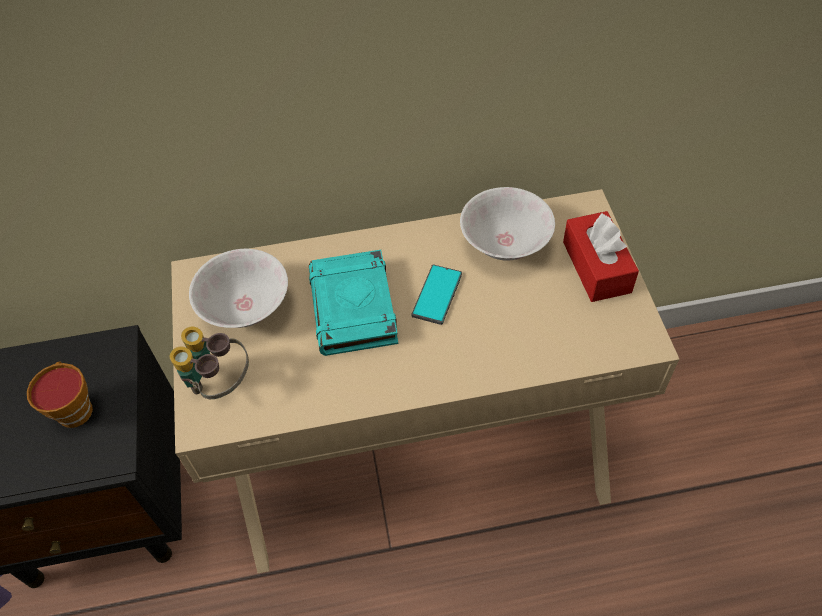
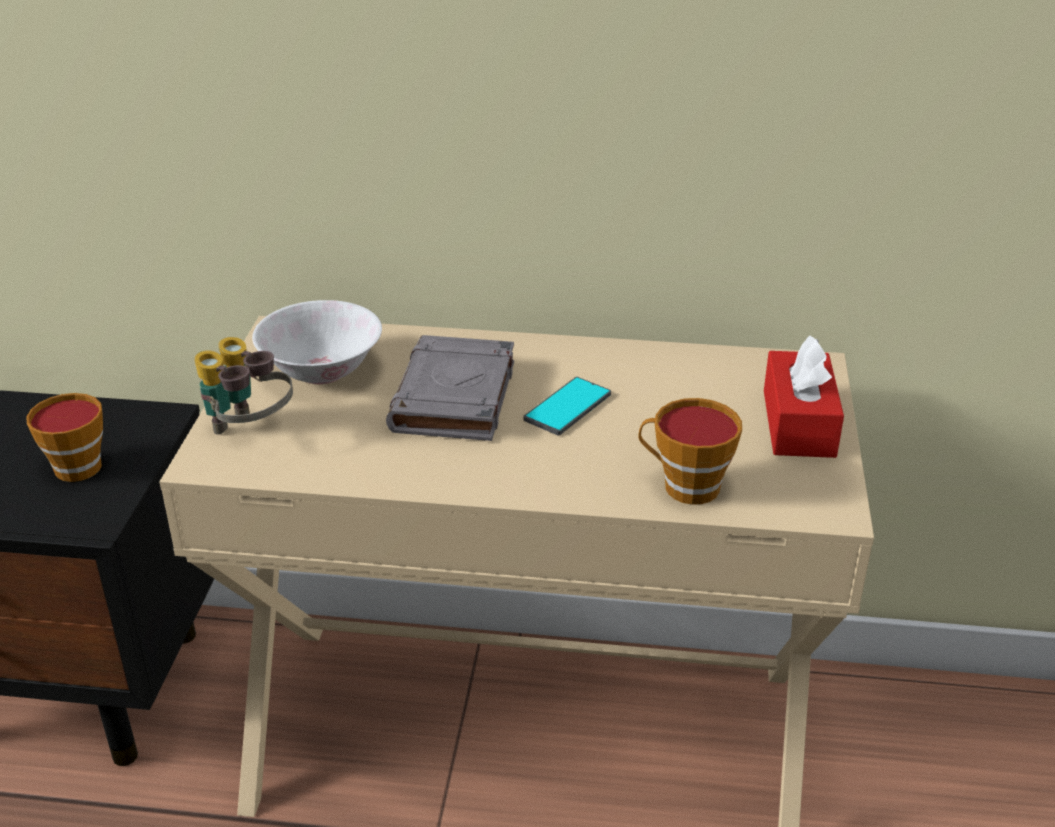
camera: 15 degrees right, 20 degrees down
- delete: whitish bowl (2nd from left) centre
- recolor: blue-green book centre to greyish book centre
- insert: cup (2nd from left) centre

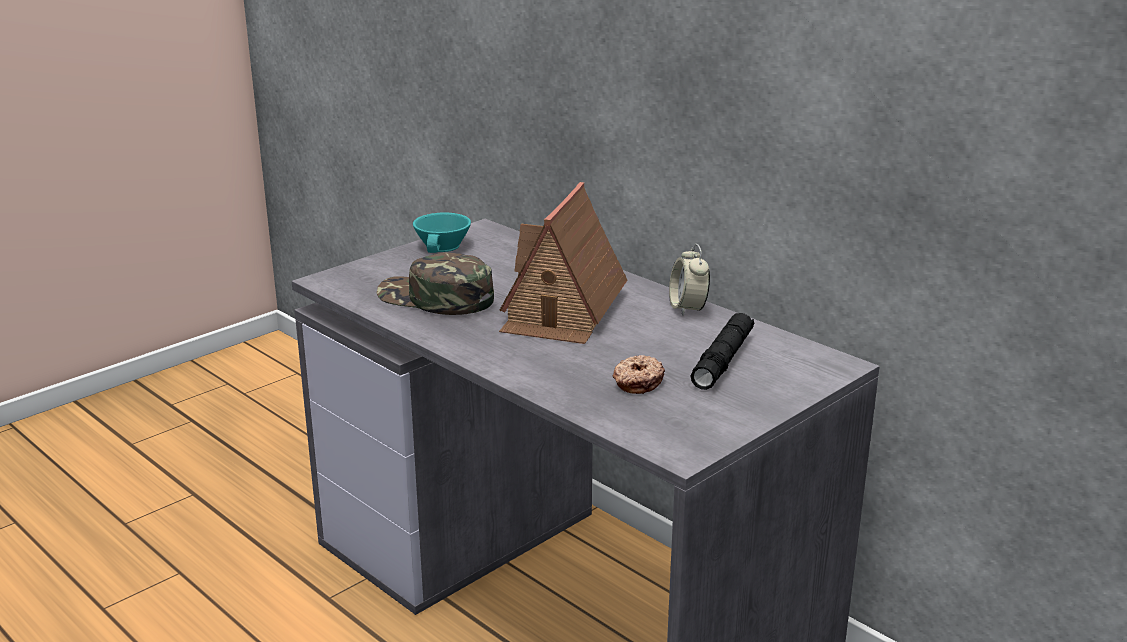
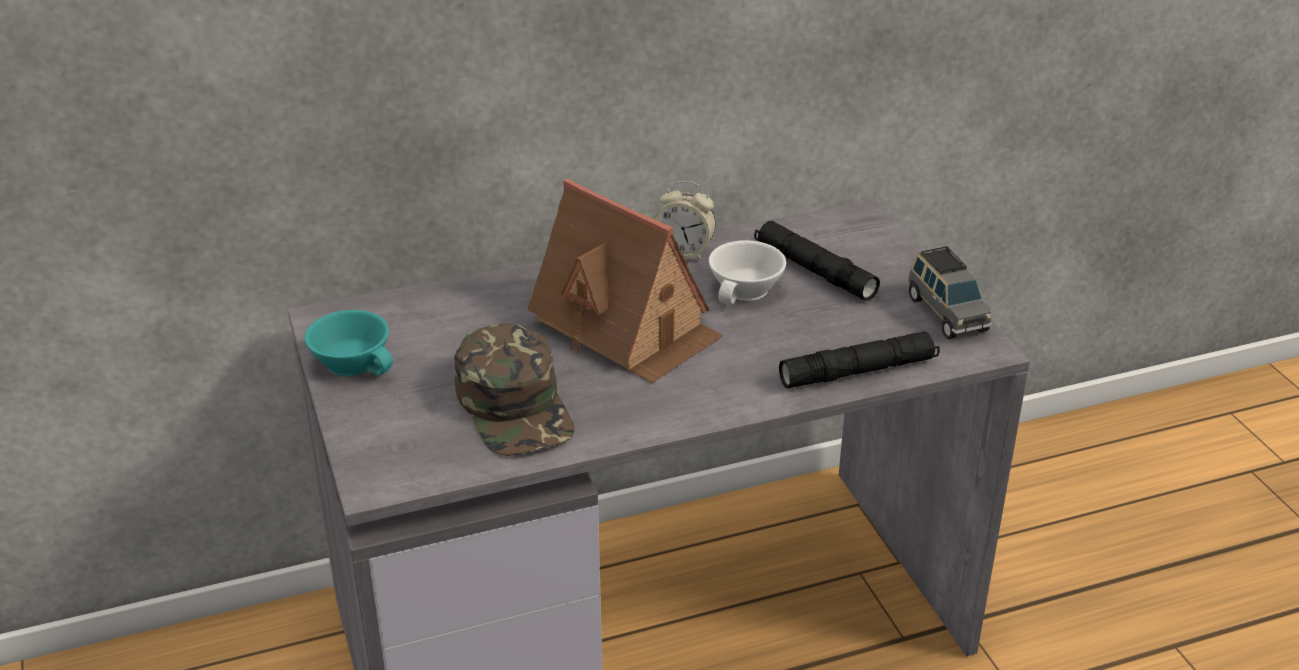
camera: 65 degrees left, 10 degrees up
- rotate: green-coloured peaked cap centre = centre 75 degrees counterclockwise
- delete: donut centre
- insert: whitish cup centre
- insert: greyish model car middle right
- insert: black-coloured torch (2nd from left) centre

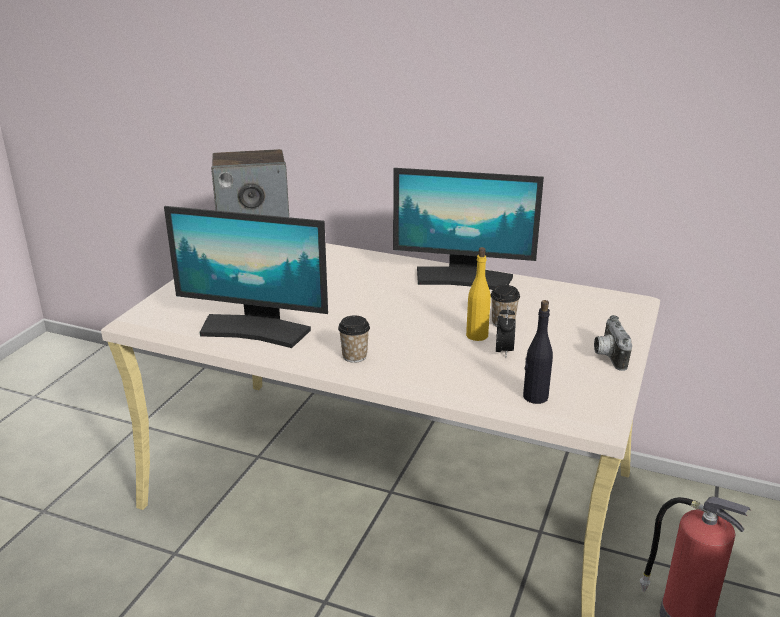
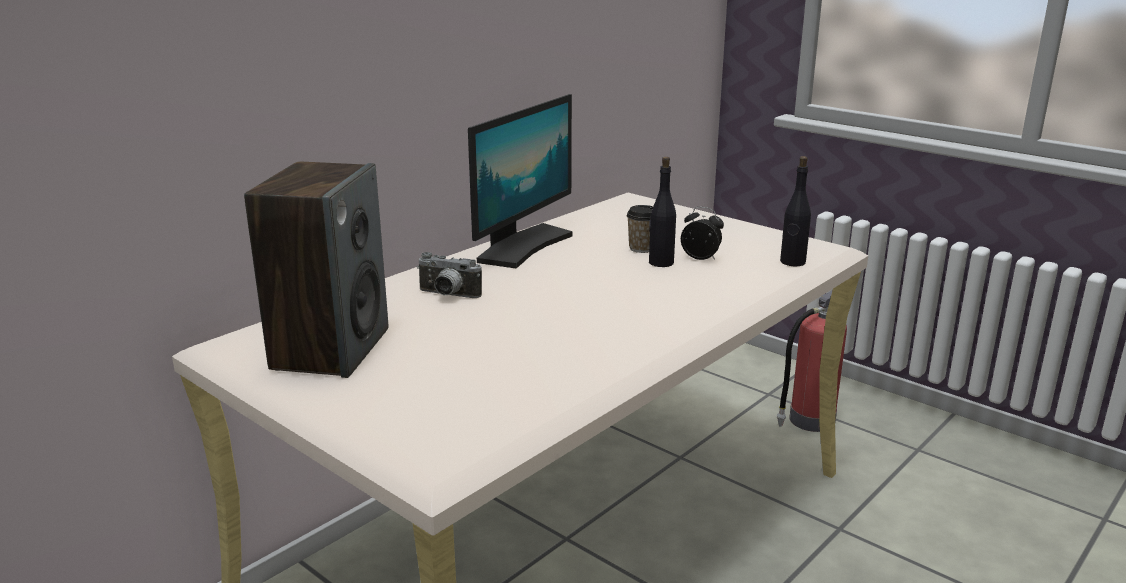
camera: 70 degrees left, 5 degrees down
- delete: monitor (1st from left) middle left
- recolor: yellowish beverage bottle centre to black-coloured beverage bottle (1st from left) centre
- move: photo camera middle right to centre
- delete: cup (1st from left) centre

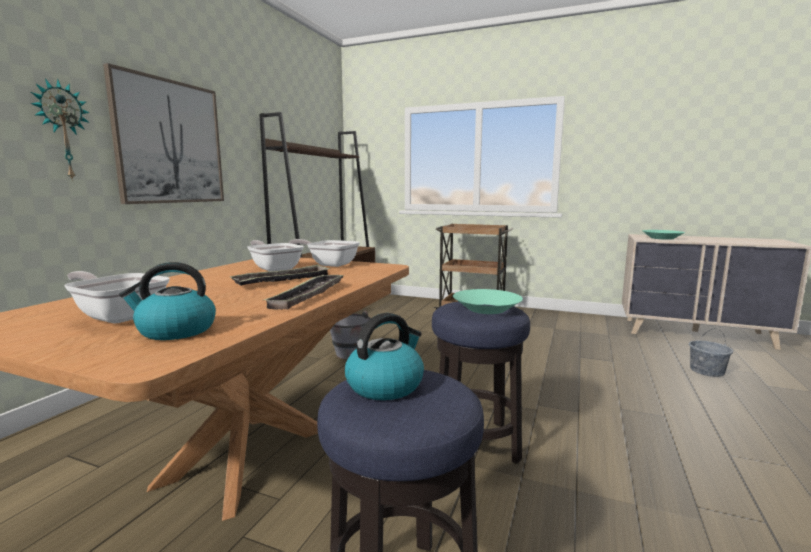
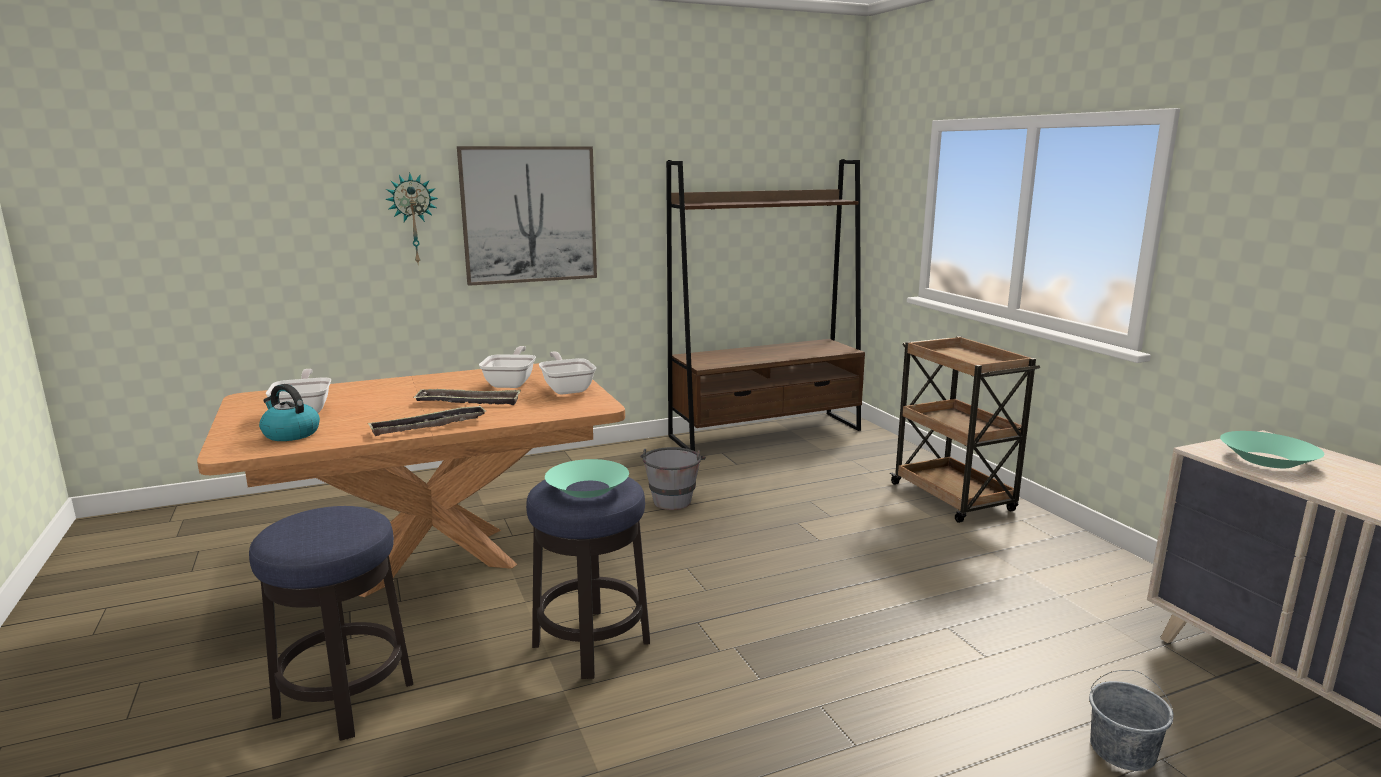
camera: 45 degrees right, 5 degrees up
- delete: tea kettle (2nd from left) centre

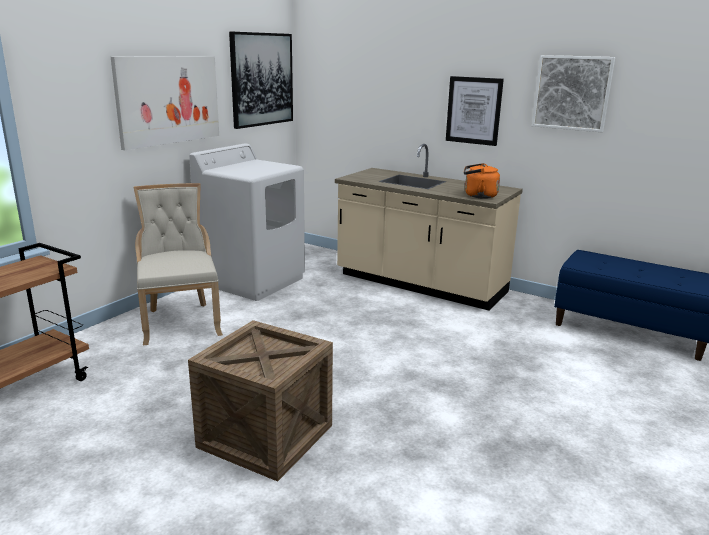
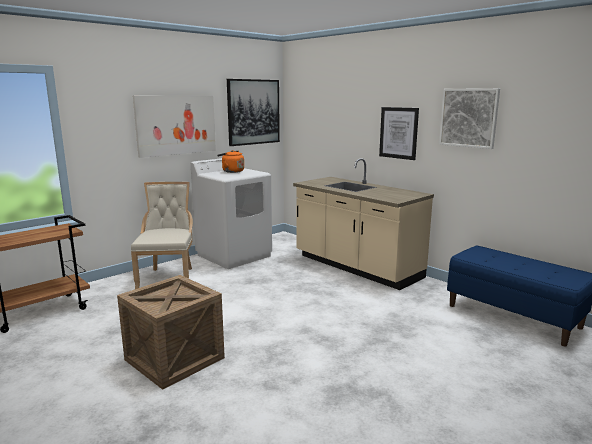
camera: 15 degrees right, 5 degrees down
- move: orangey tea kettle middle right to centre

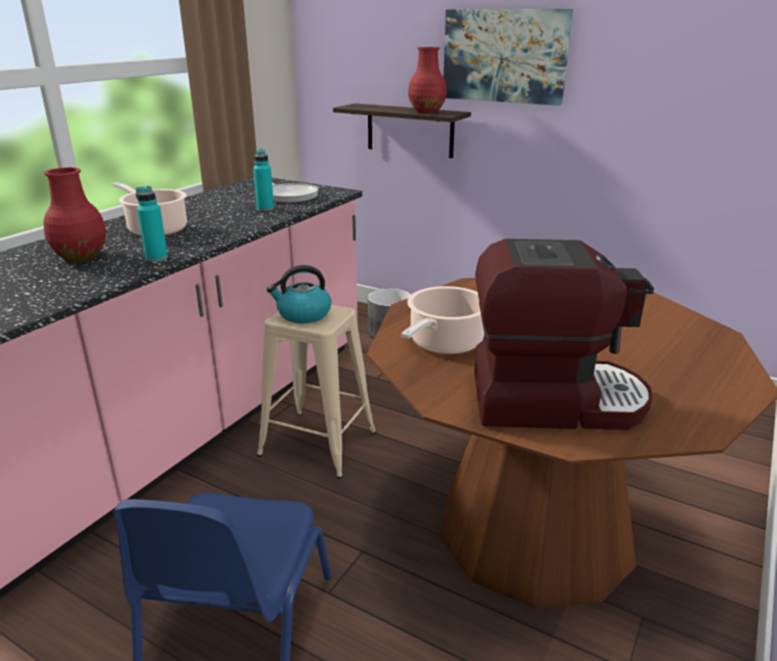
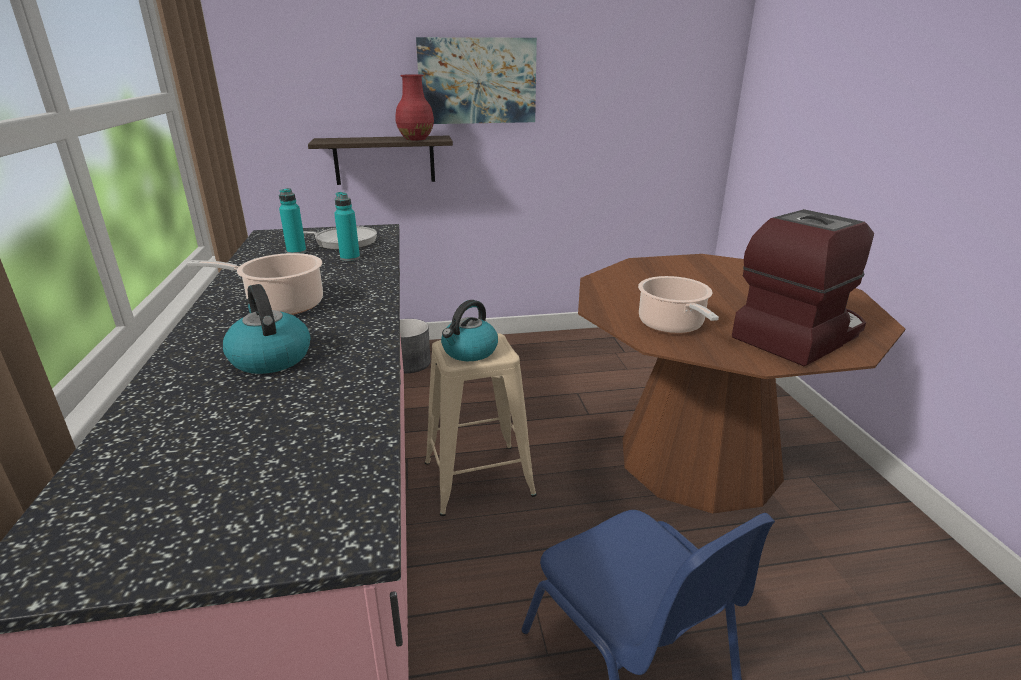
camera: 40 degrees left, 0 degrees up
- replace: red-coloured vase (1st from left) top left to tea kettle (1st from left) middle left
- move: blue-green beverage bottle (1st from left) middle left to top left

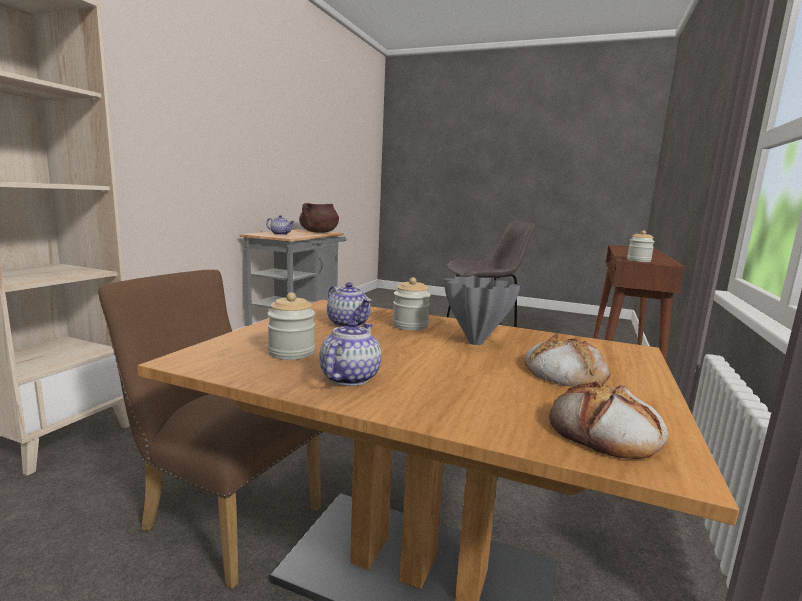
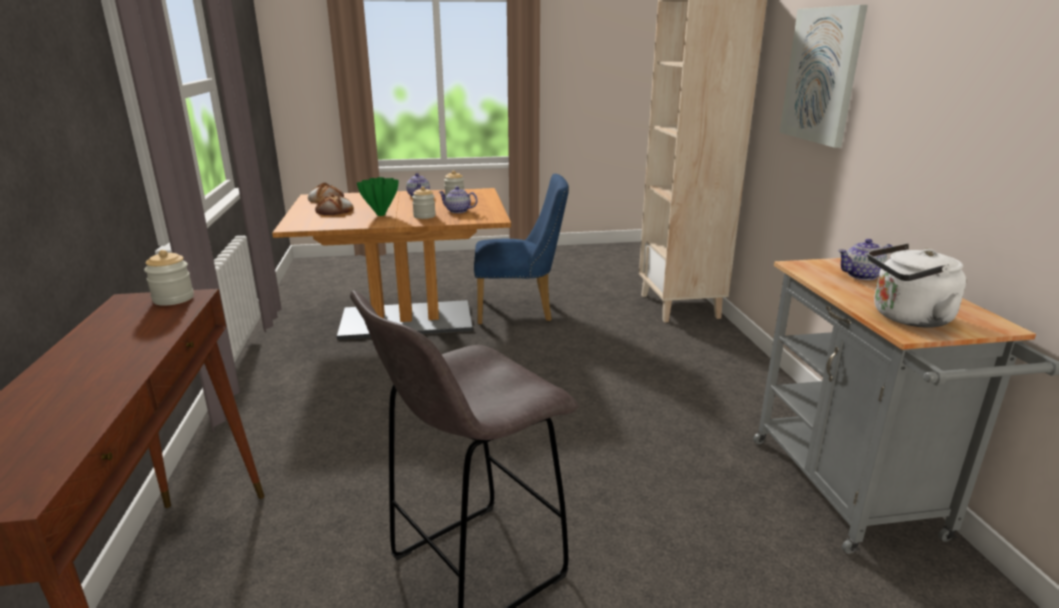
camera: 150 degrees right, 10 degrees up
- replace: brown saucepot centre to whitish tea kettle middle right
- recolor: brown plain chair bottom left to blue plain chair centre
- recolor: greyish vase centre to green-coloured vase top centre
- insert: wall picture top right

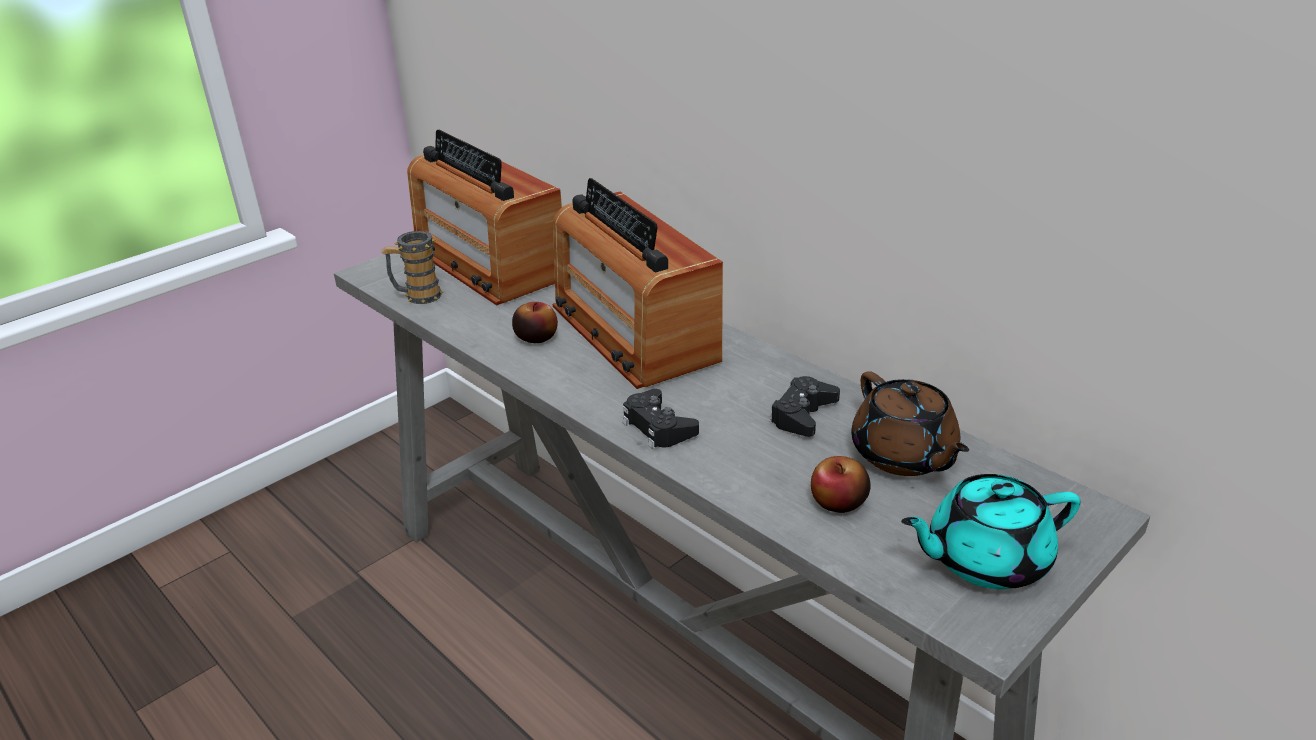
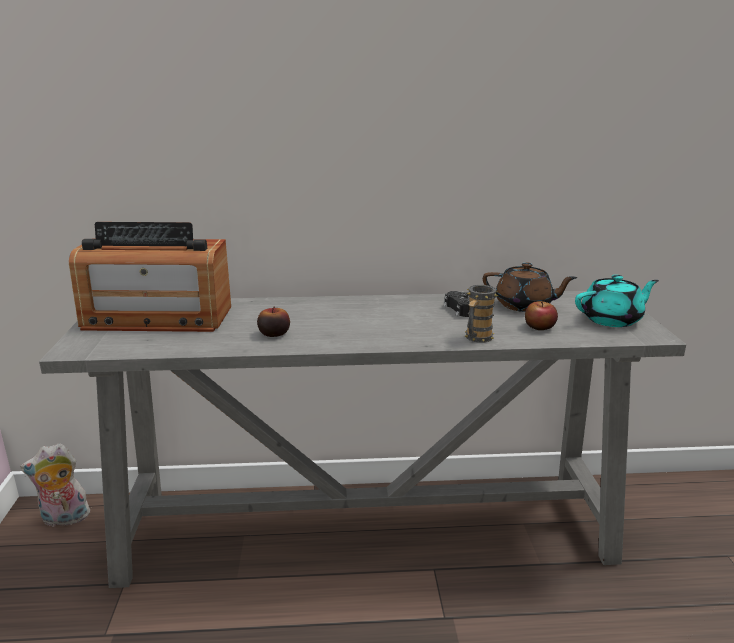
camera: 50 degrees left, 10 degrees down
- delete: radio (2nd from left) centre
- move: mug middle left to centre
- delete: black-coloured joypad (1st from left) centre
- rotate: blue-green teapot bottom right = middle right 135 degrees counterclockwise
- insert: cuddly toy bottom left

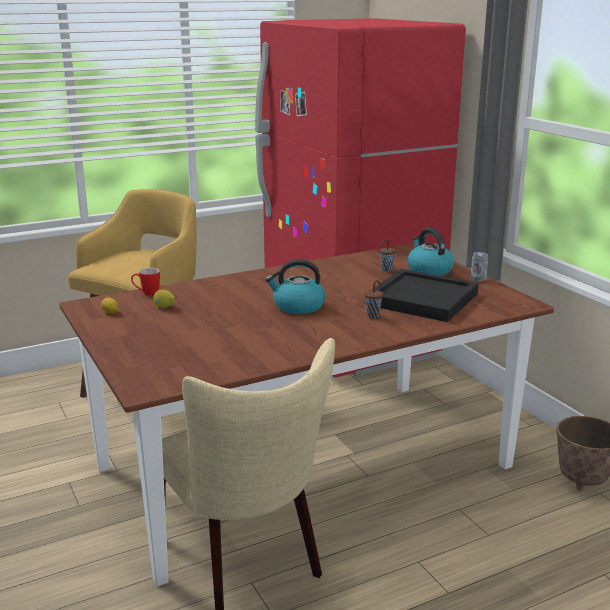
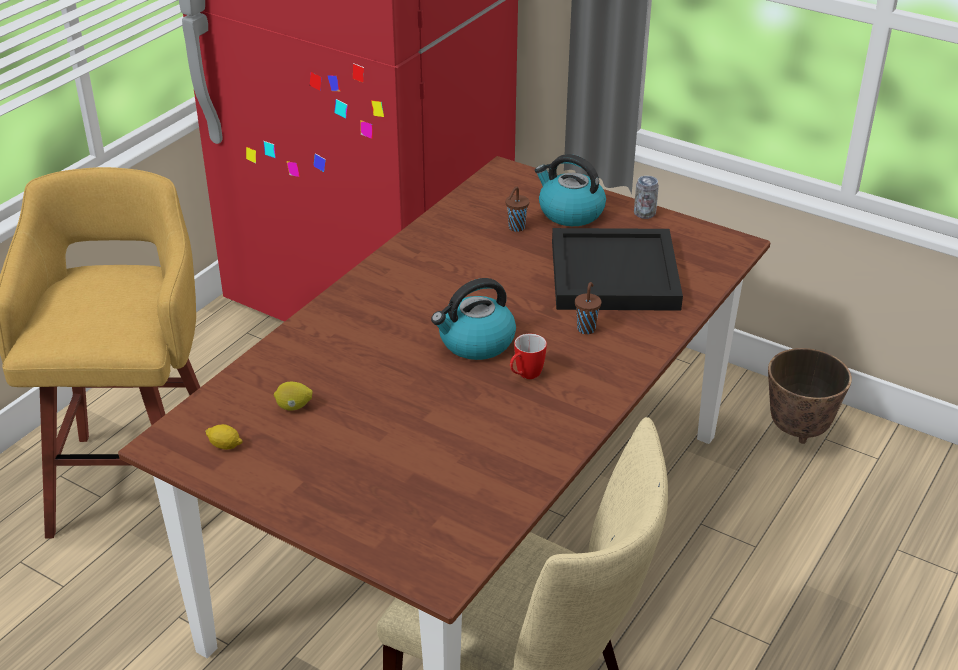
camera: 30 degrees left, 15 degrees up
- move: mug middle left to centre

